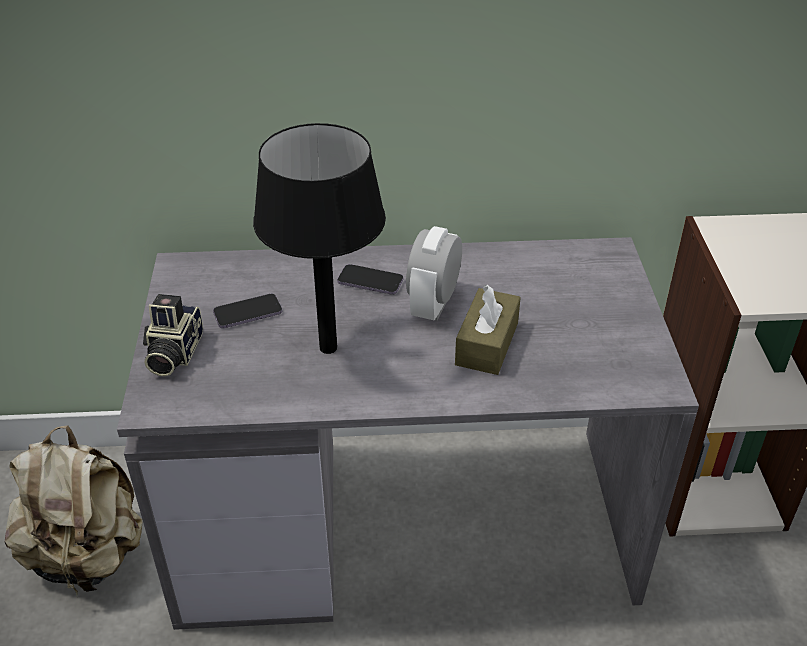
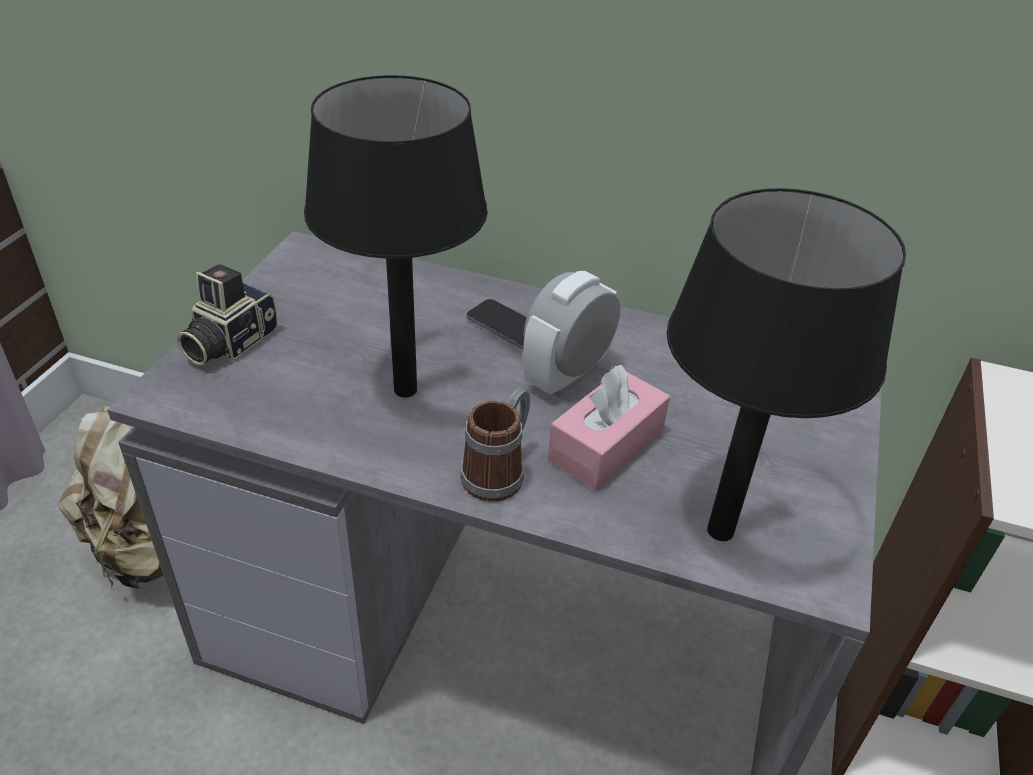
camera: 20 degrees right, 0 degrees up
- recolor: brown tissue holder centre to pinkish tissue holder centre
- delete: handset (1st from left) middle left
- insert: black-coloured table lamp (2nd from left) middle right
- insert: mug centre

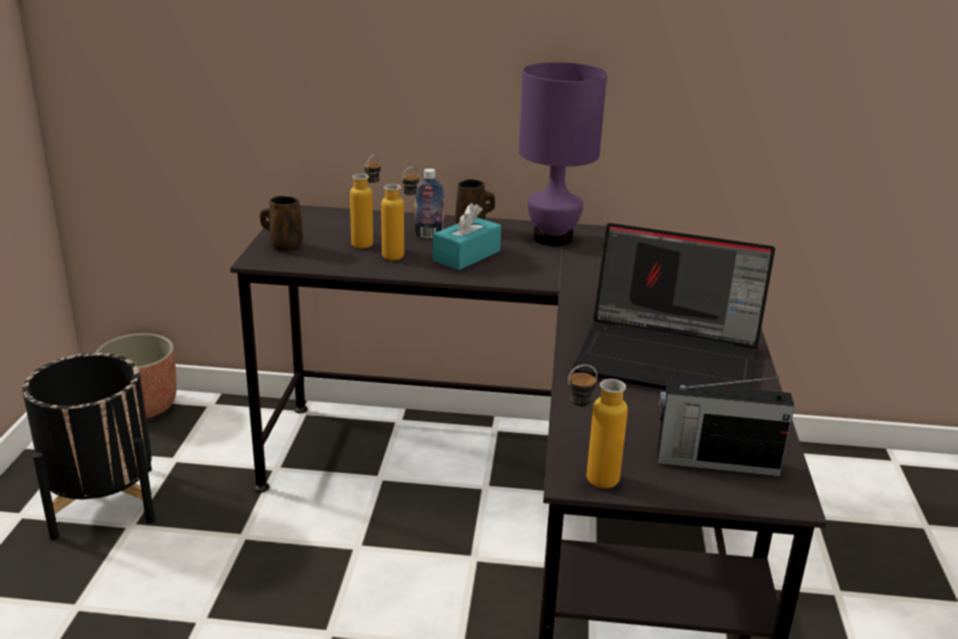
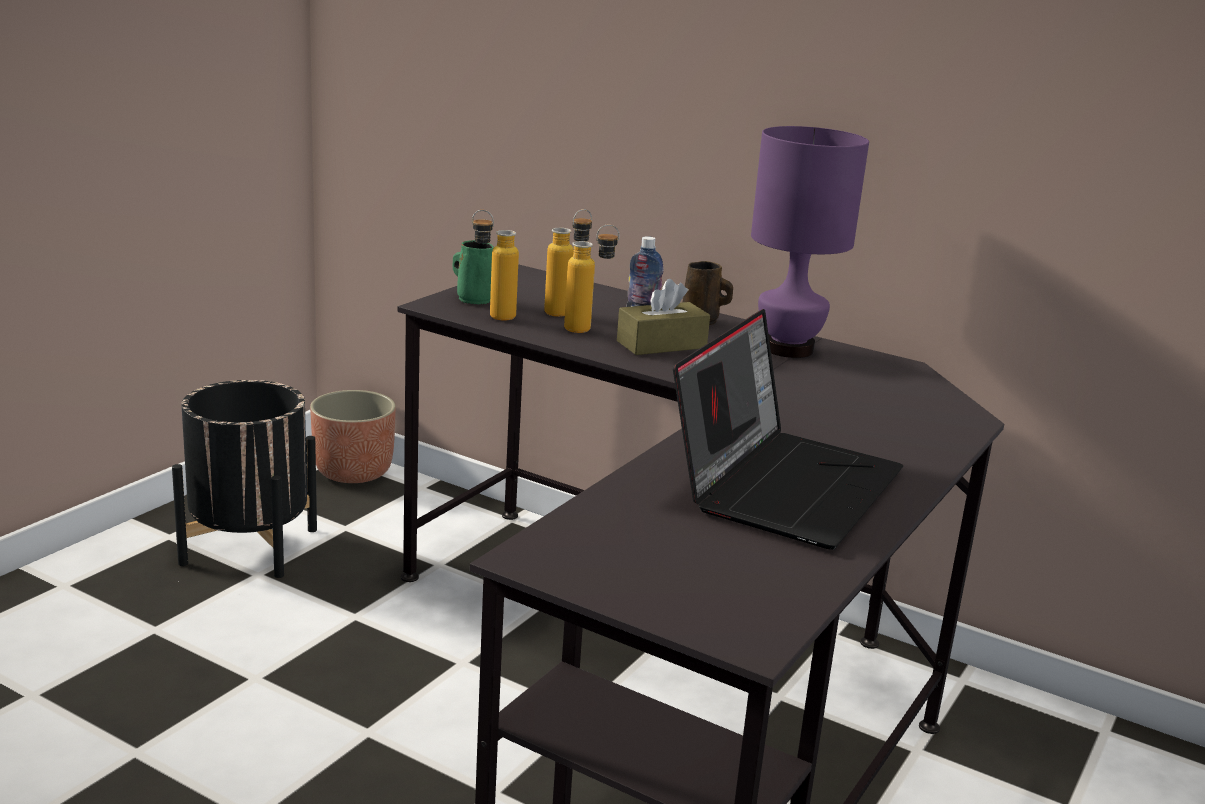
camera: 25 degrees right, 5 degrees down
- recolor: brown mug (1st from left) middle left to green-coloured mug centre
- recolor: blue-green tissue holder centre to brown tissue holder centre
- rotate: notebook computer middle right = centre 105 degrees counterclockwise
- move: beverage bottle (4th from left in the first image) bottom centre to beverage bottle (1st from left) top centre
- delete: radio bottom right

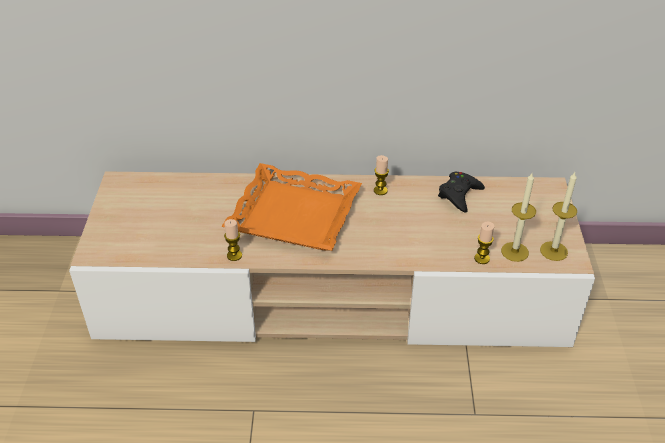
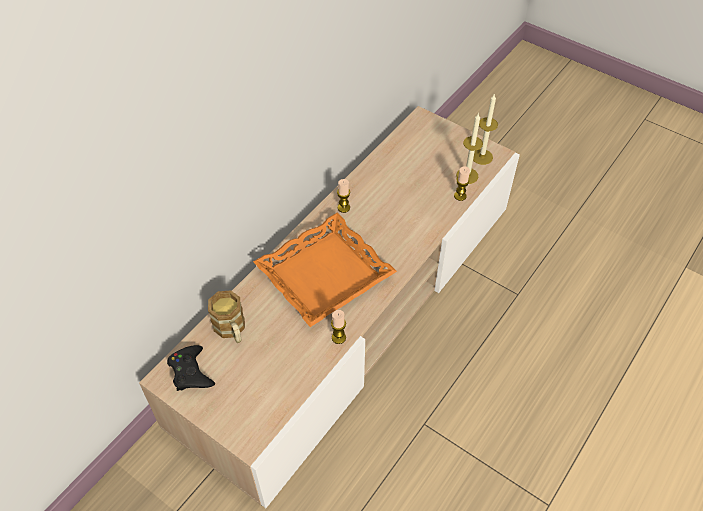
camera: 55 degrees left, 10 degrees up
- move: black-coloured joypad middle right to bottom left
- insert: mug middle left

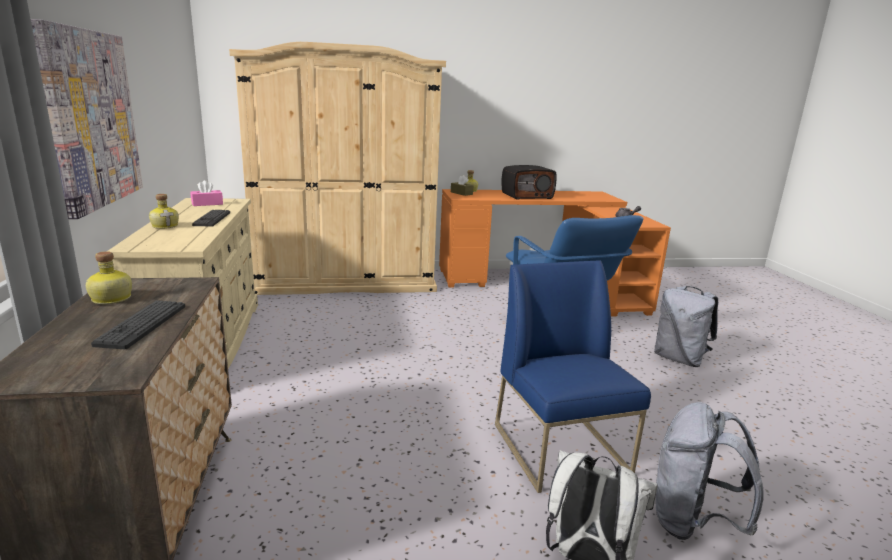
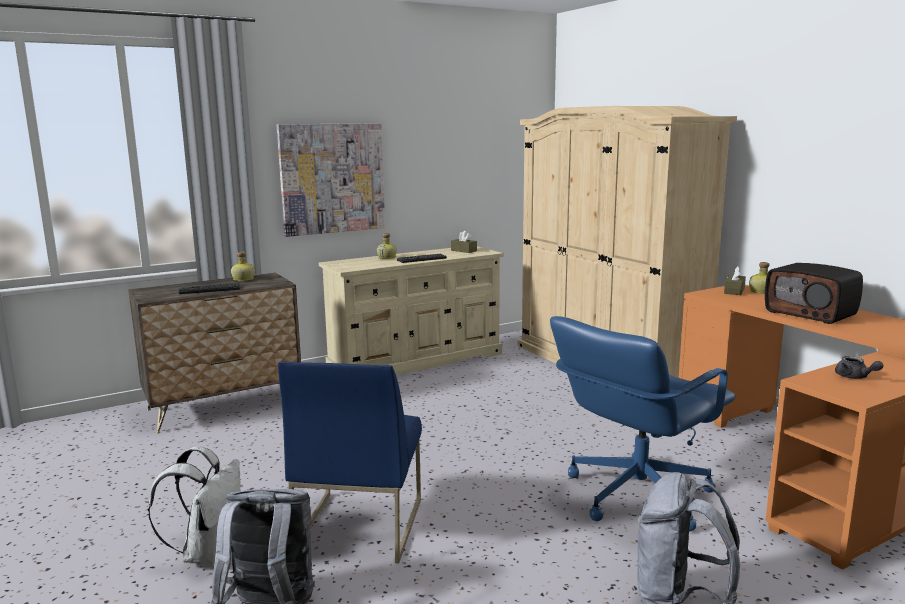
camera: 70 degrees right, 5 degrees down
- recolor: pinkish tissue holder middle left to brown tissue holder (1st from left) centre
- rotate: blue plain chair bottom centre = bottom centre 135 degrees clockwise

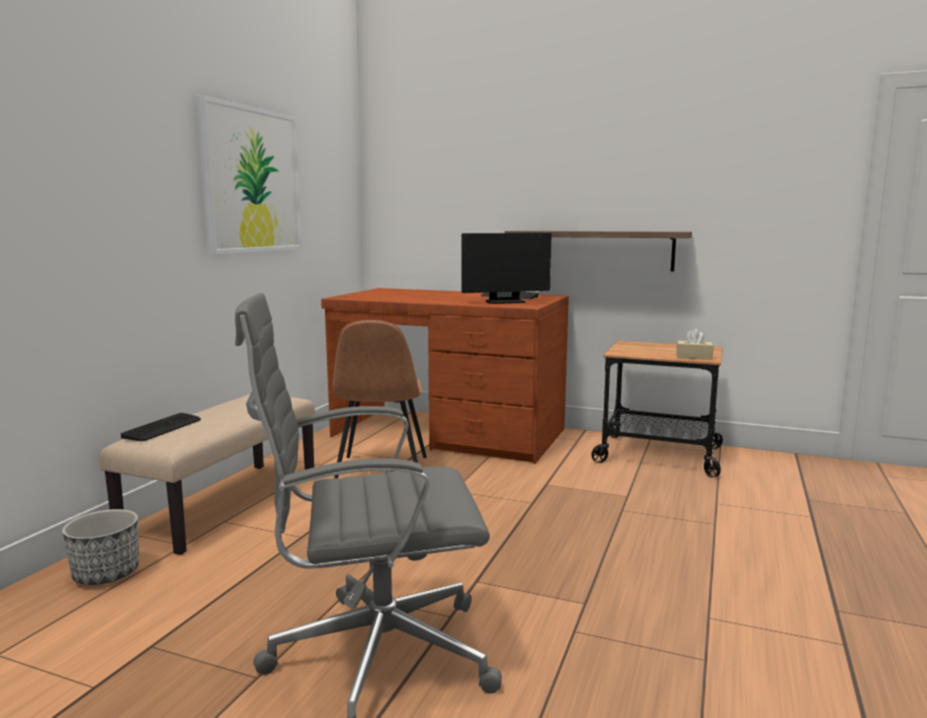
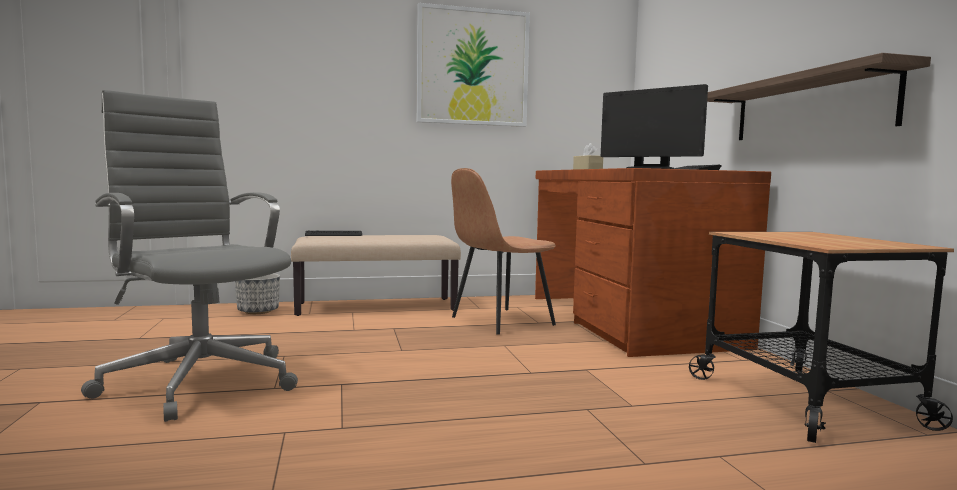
camera: 55 degrees right, 5 degrees down
- move: beige-coloured tissue holder middle right to top centre

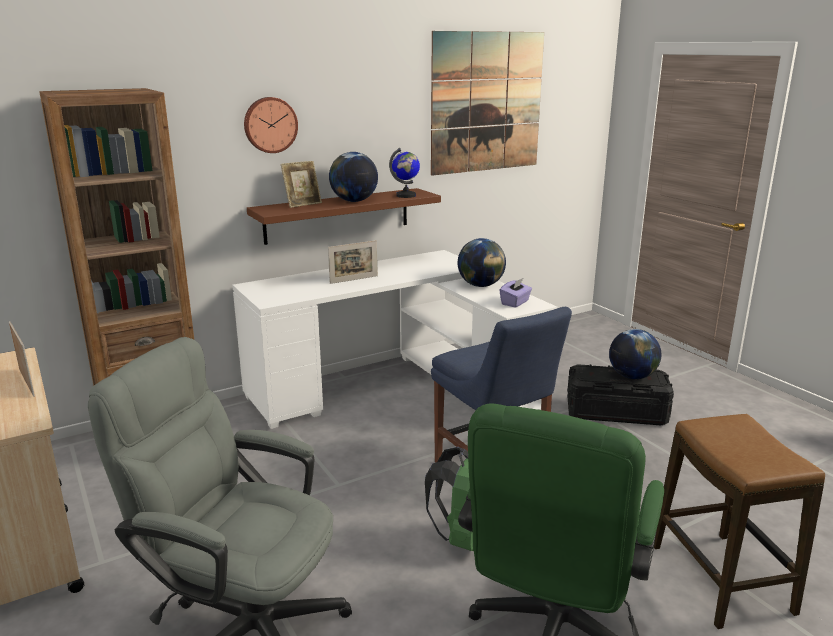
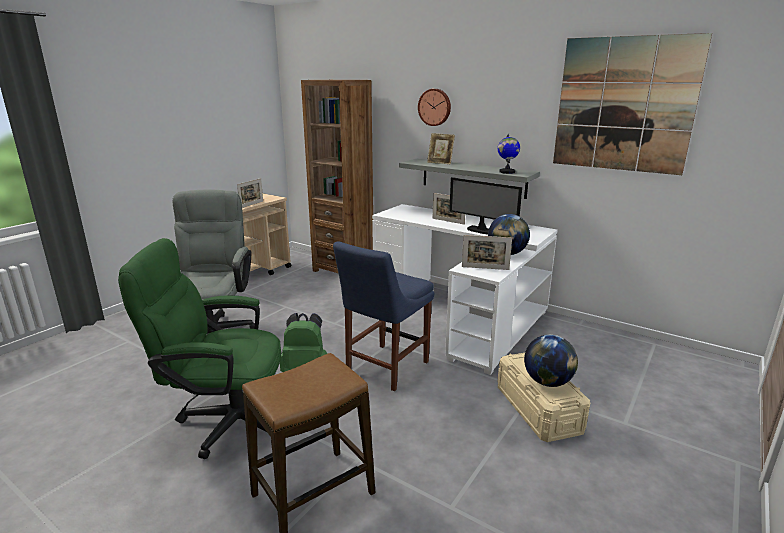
camera: 65 degrees right, 0 degrees up
- delete: desk globe (1st from left) top centre
- recolor: brown shelf centre to greyish shelf centre
- replace: purple-coloured tissue holder centre to standing frame (4th from left) centre
- recolor: black-coloured storage container middle right to beige-coloured storage container bottom right
- insert: monitor centre

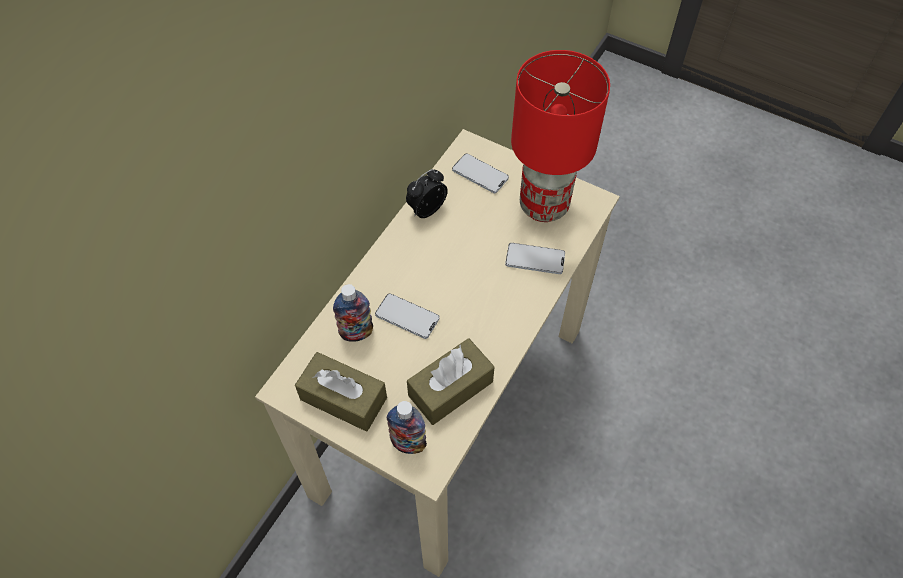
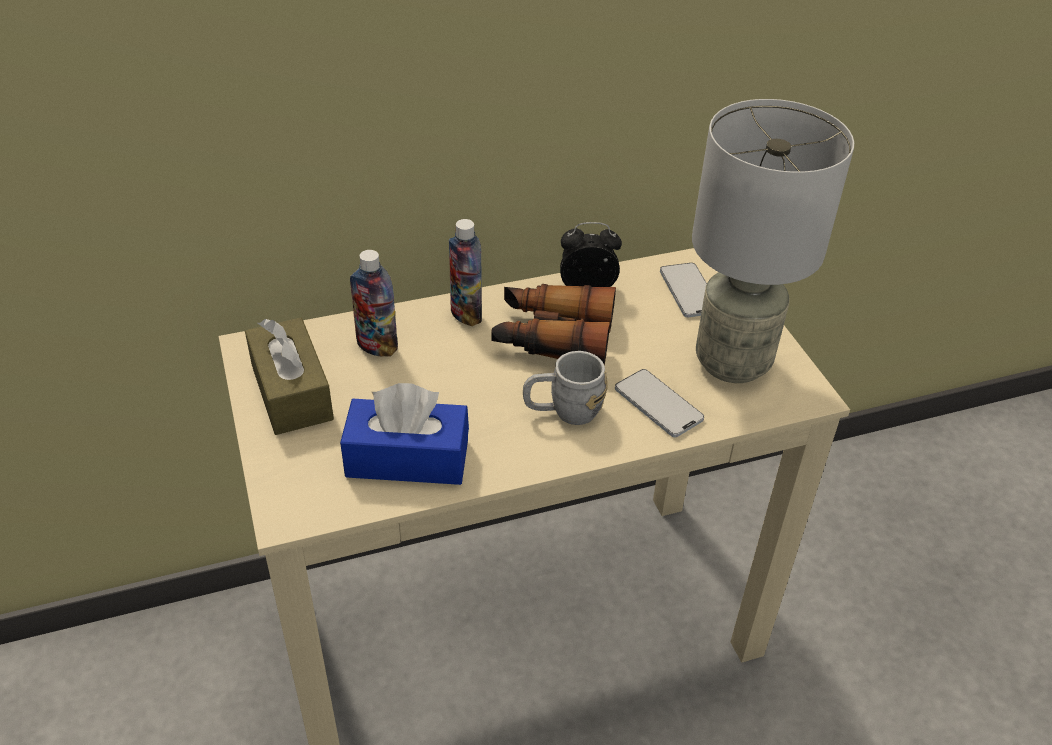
camera: 40 degrees right, 15 degrees down
- recolor: red-coloured table lamp top centre to greyish table lamp top right
- delete: handset (1st from left) centre
- recolor: brown tissue holder (2nd from left) centre to blue tissue holder centre
- move: beverage bottle (2nd from left) bottom centre to centre
- insert: field glasses centre
- insert: greyish mug centre

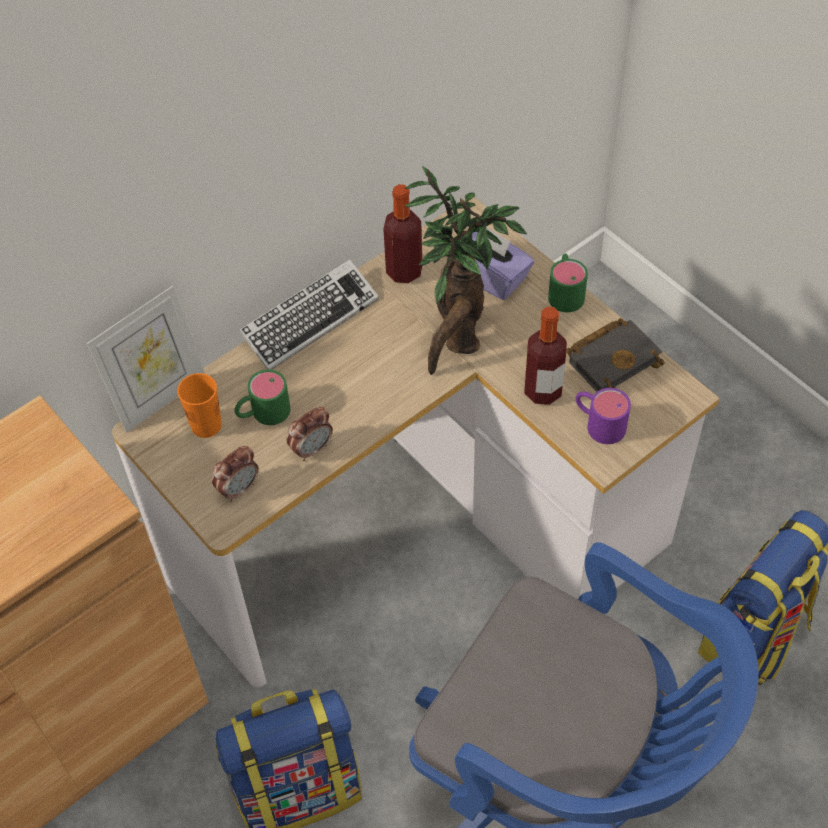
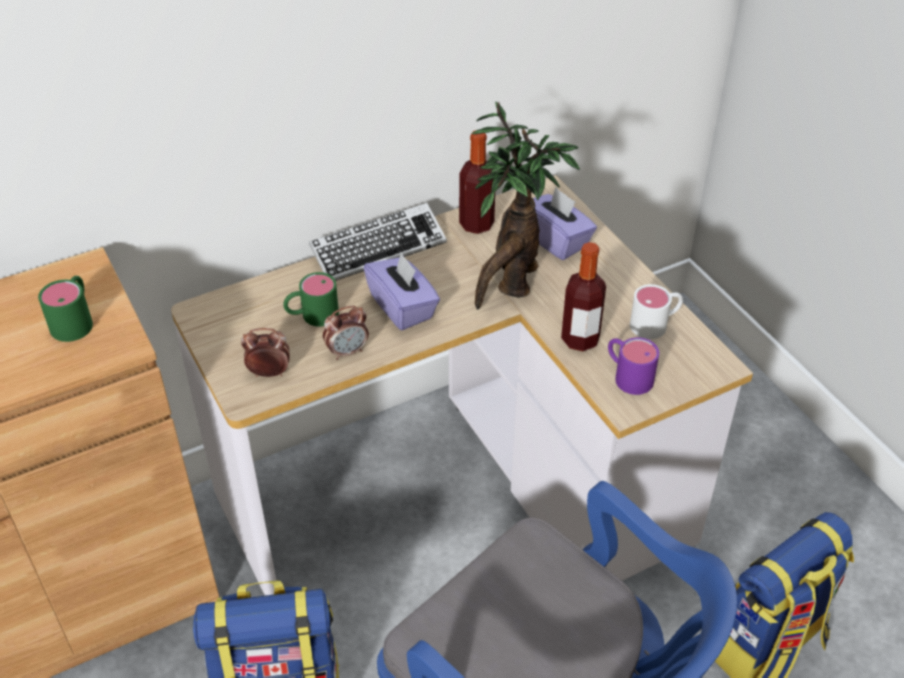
camera: 10 degrees right, 10 degrees down
- move: green-coloured mug (2nd from left in the first image) middle right to green-coloured mug (1st from left) middle left
- delete: standing frame middle left
- replace: black-coloured book middle right to whitish mug middle right
- delete: orangey cup middle left
- rotate: bedside clock (1st from left) middle left = middle left 150 degrees counterclockwise
- insert: purple-coloured tissue holder (1st from left) centre

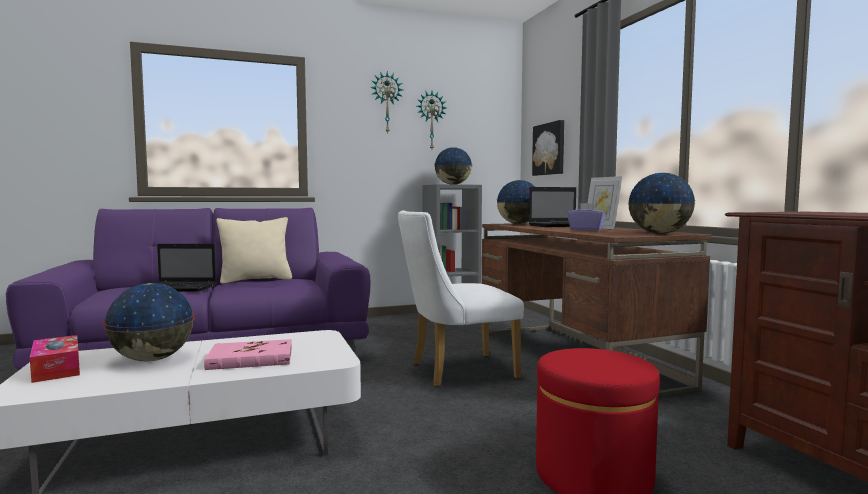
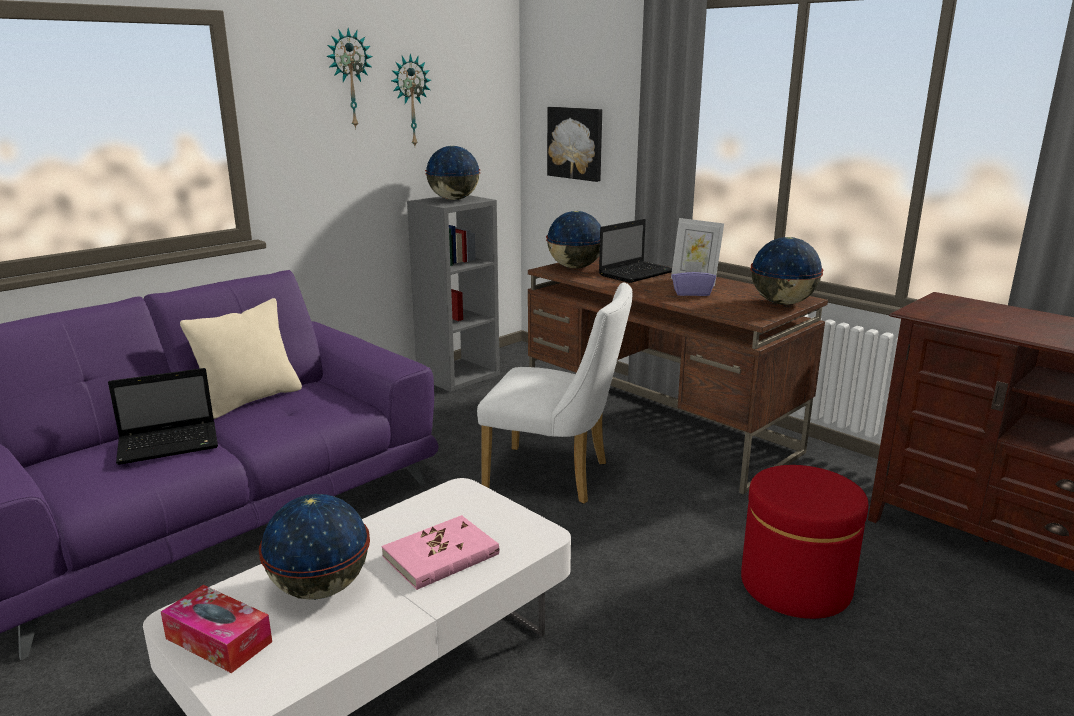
camera: 25 degrees left, 15 degrees up
- rotate: whitish plain chair centre = centre 120 degrees counterclockwise

